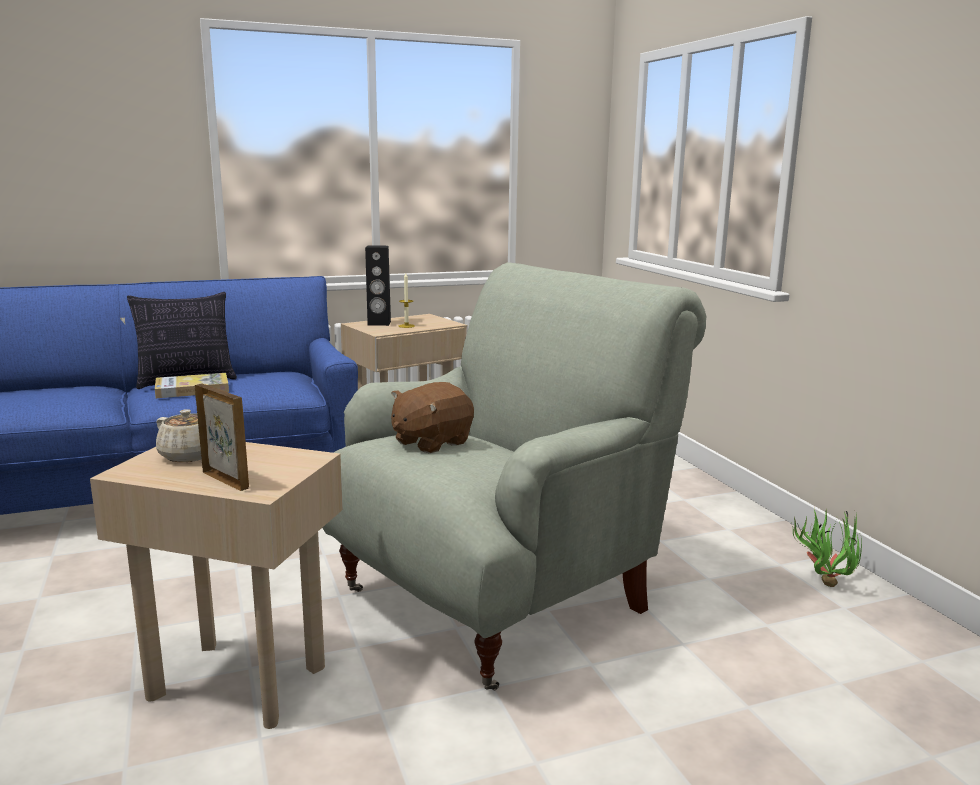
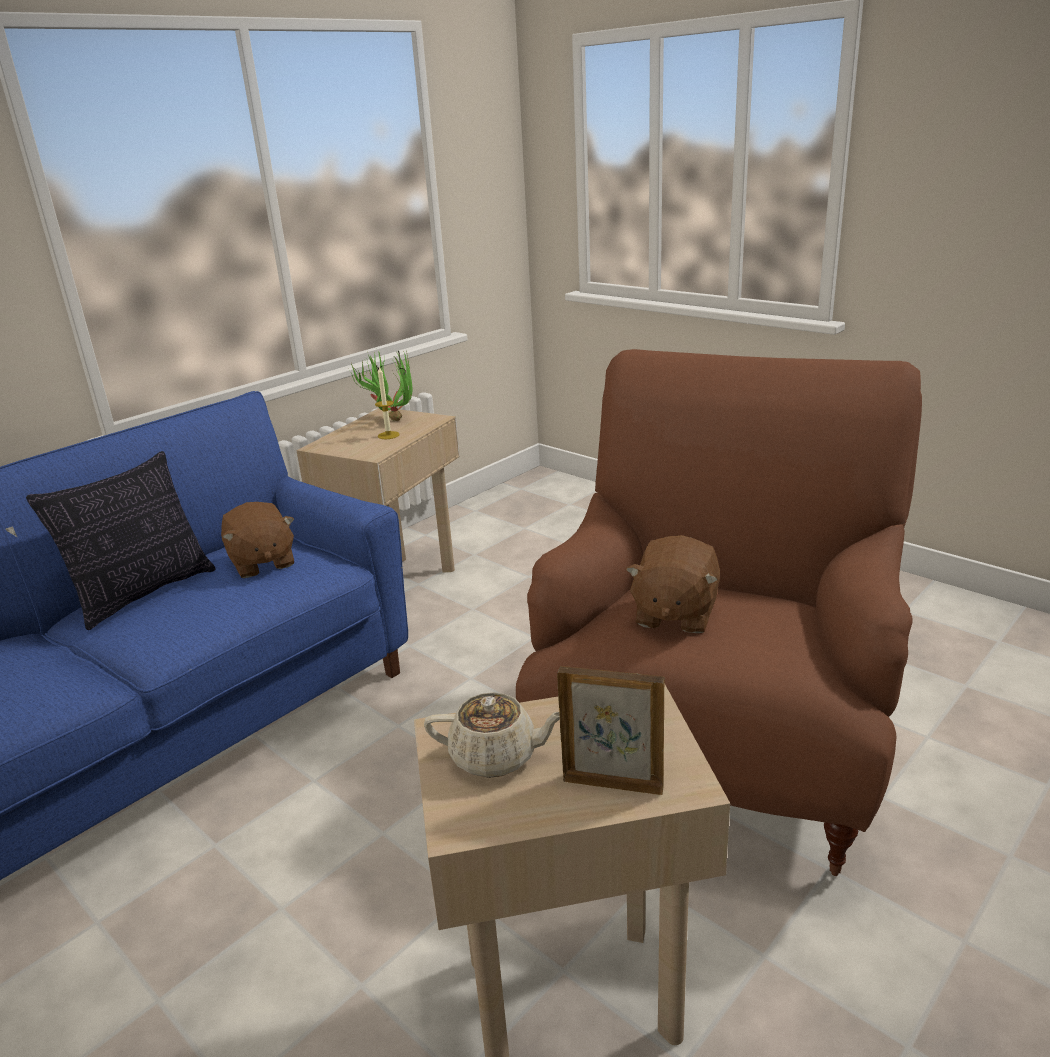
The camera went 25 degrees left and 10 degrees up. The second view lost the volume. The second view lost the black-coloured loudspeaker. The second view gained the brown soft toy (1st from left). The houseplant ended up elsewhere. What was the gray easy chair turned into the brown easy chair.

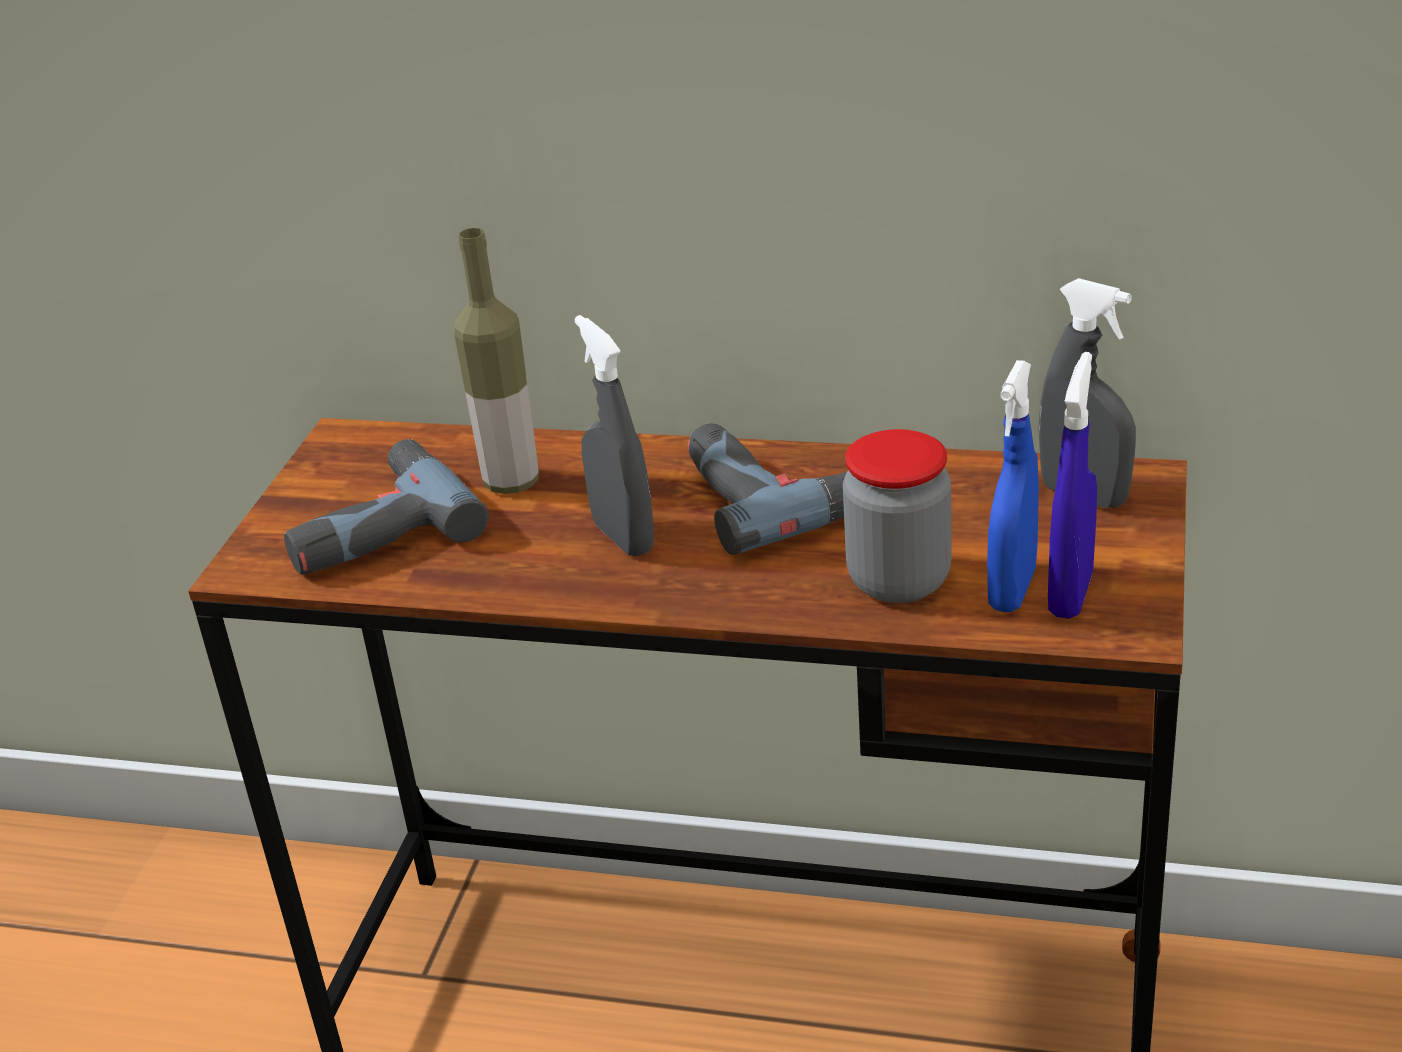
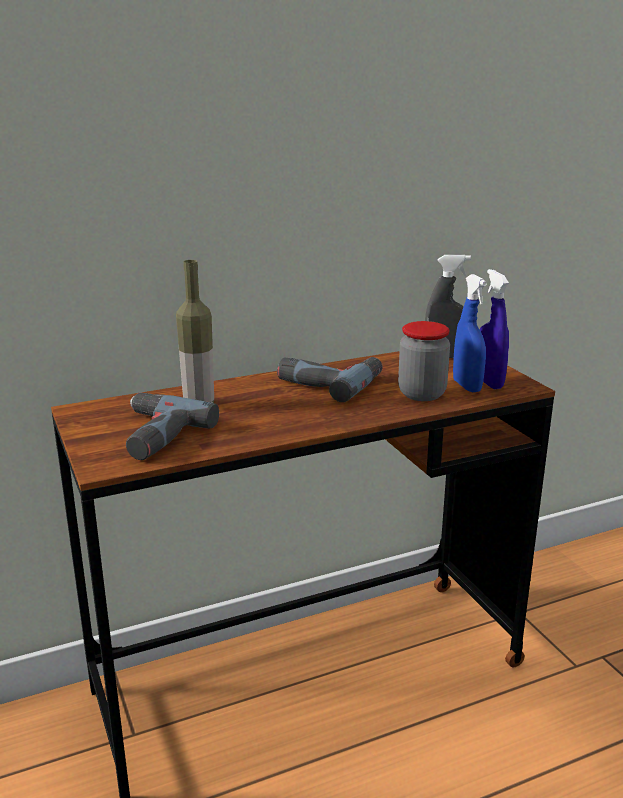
The camera went 40 degrees left and 10 degrees down. The second view lost the gray sprayer (1st from left).

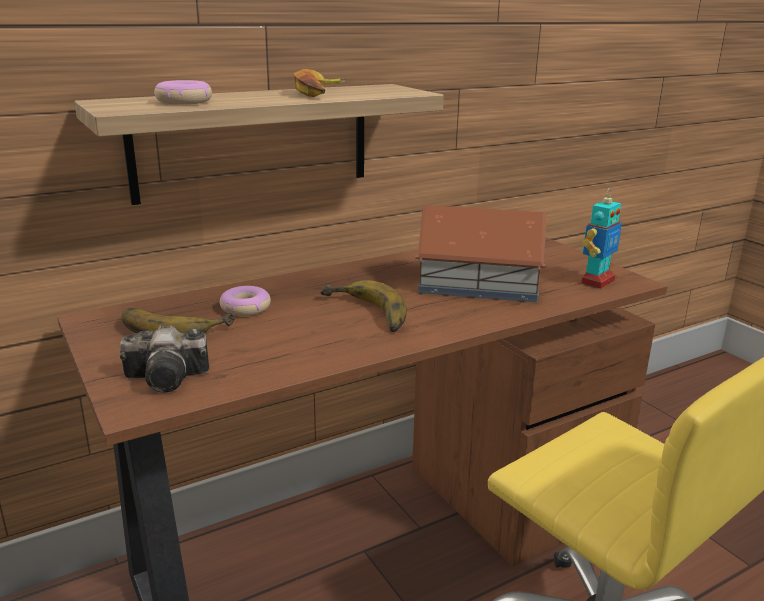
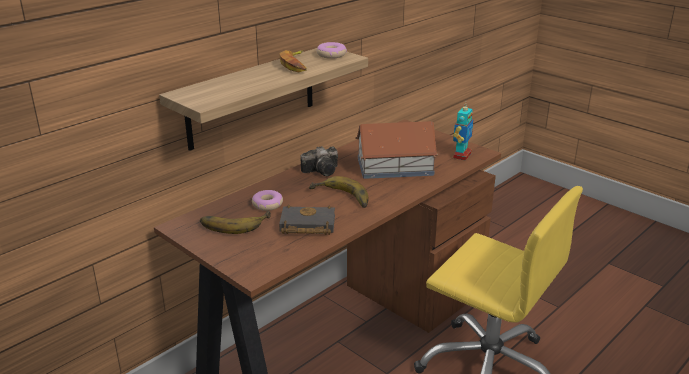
The camera went 15 degrees left and 5 degrees up. The second view gained the black-coloured volume. The photo camera ended up elsewhere. The doughnut (1st from left in the first image) ended up elsewhere.

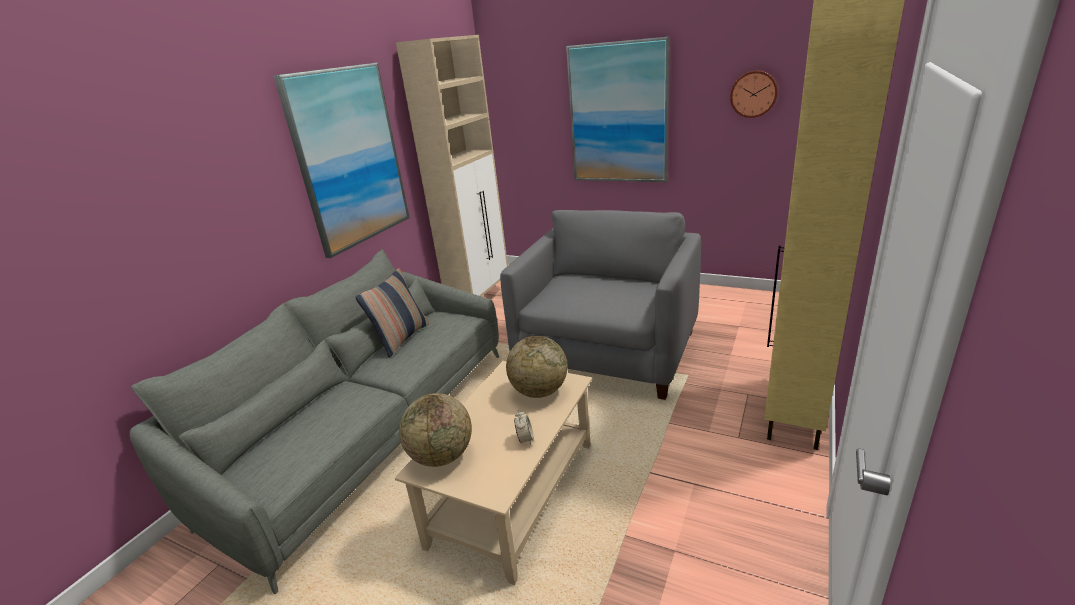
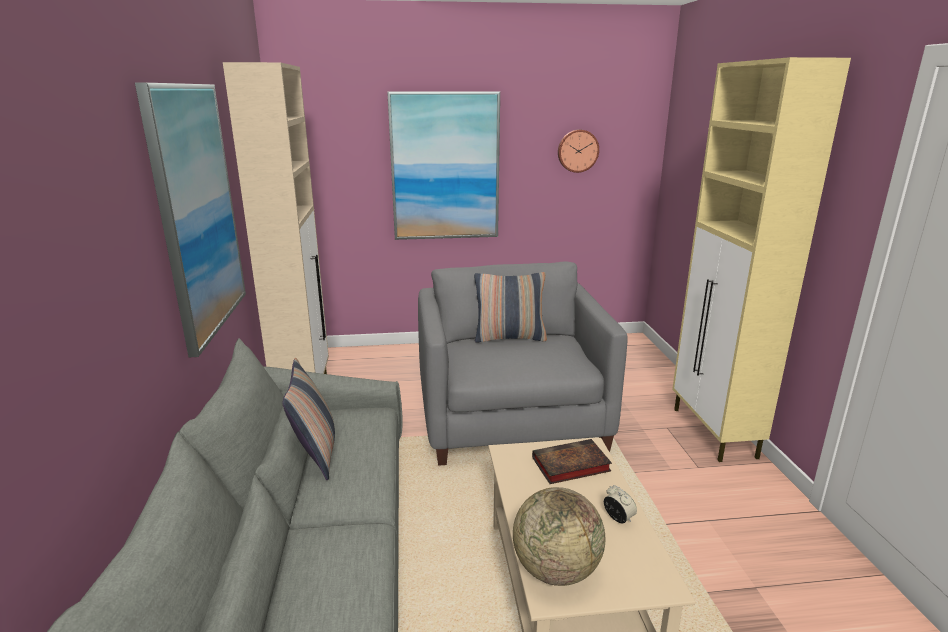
The camera went 35 degrees left and 5 degrees down. The second view gained the throw pillow (2nd from left). Where the world globe (2nd from left) stood, the volume came to stand.

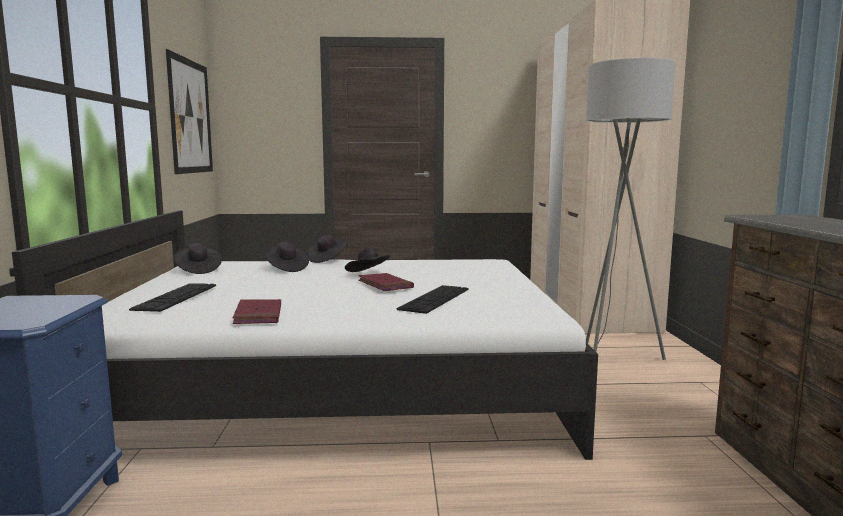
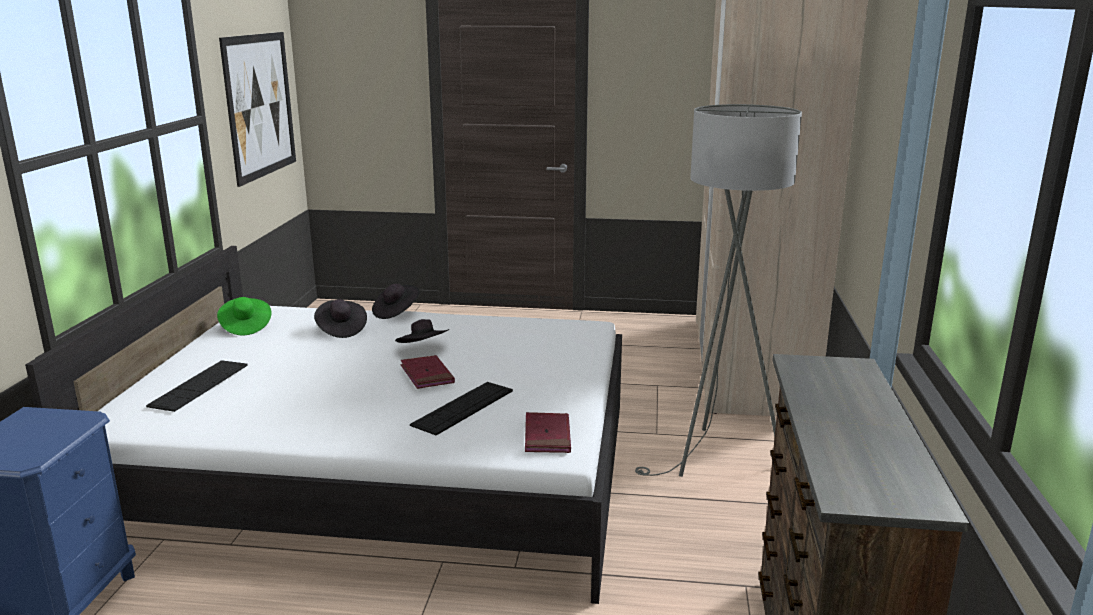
The camera went 10 degrees right and 10 degrees up. The red volume (1st from left in the first image) ended up elsewhere. What was the black-coloured wearable hat (1st from left) turned into the greenish wearable hat.

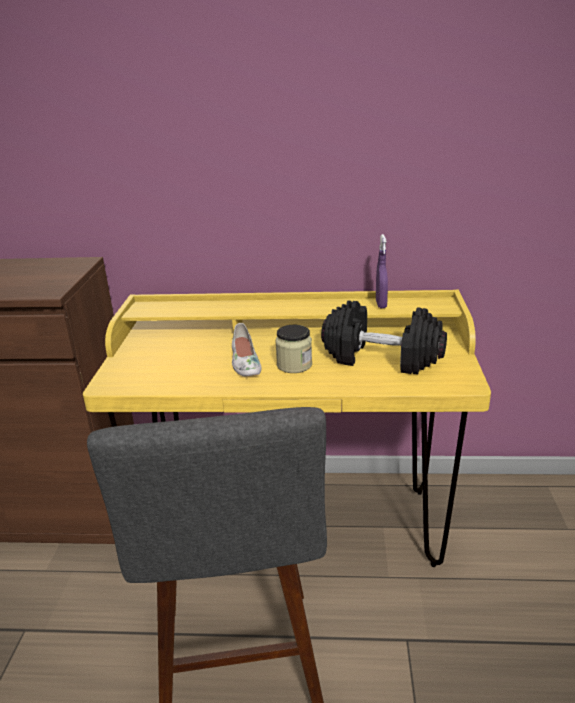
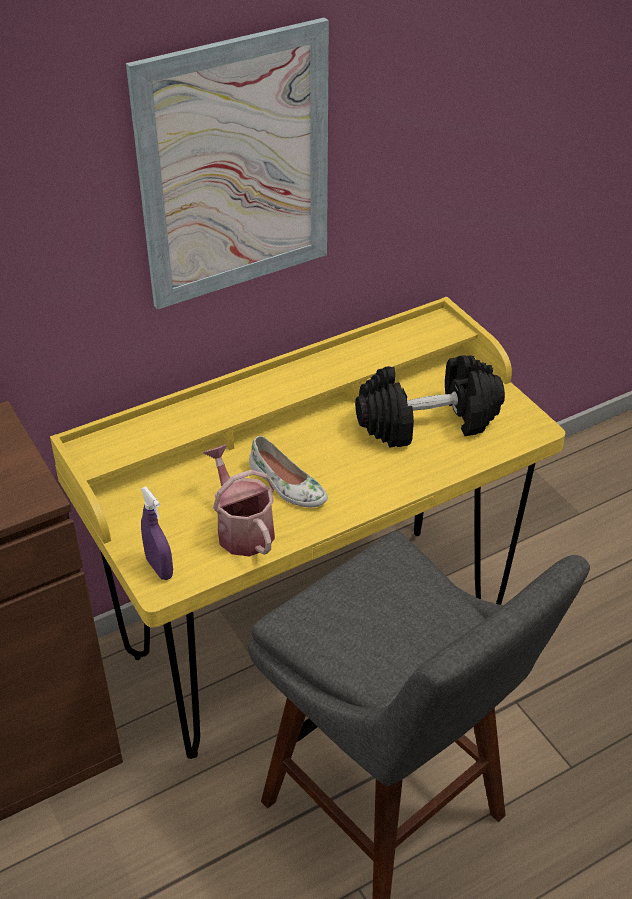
The camera went 35 degrees left and 15 degrees up. The second view lost the jar. The second view gained the wall picture. The second view gained the watering pot. The purple-coloured sprayer ended up elsewhere.

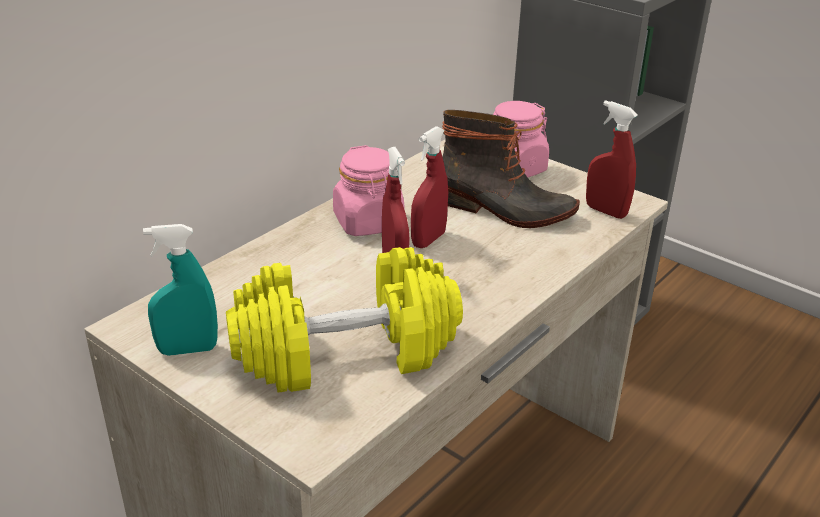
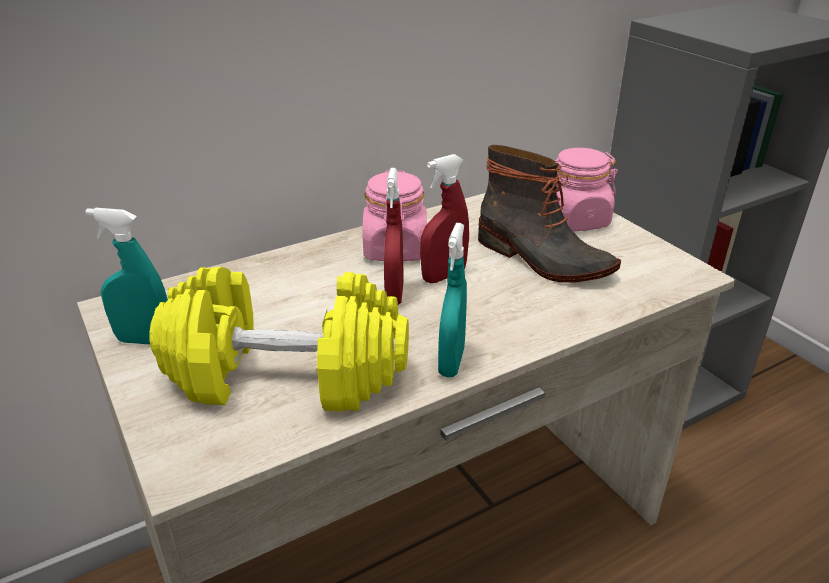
The camera went 20 degrees right and 0 degrees up. The second view lost the red sprayer (3rd from left). The second view gained the blue-green sprayer (2nd from left).

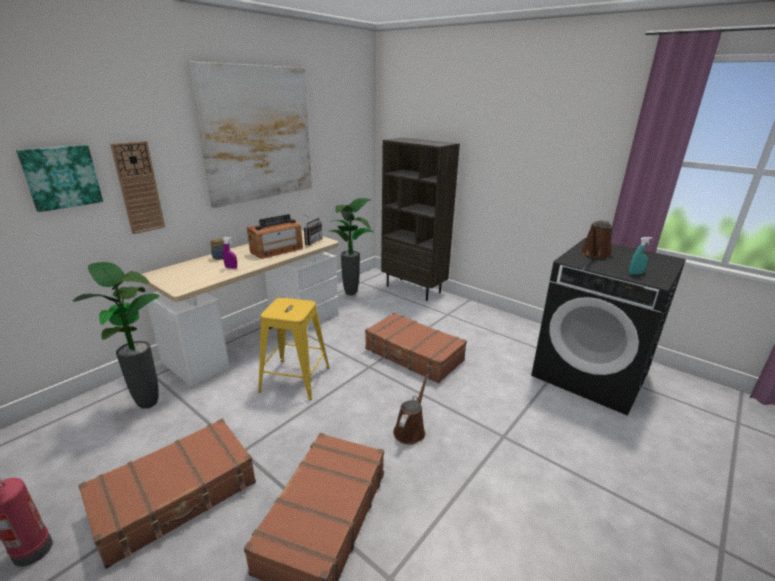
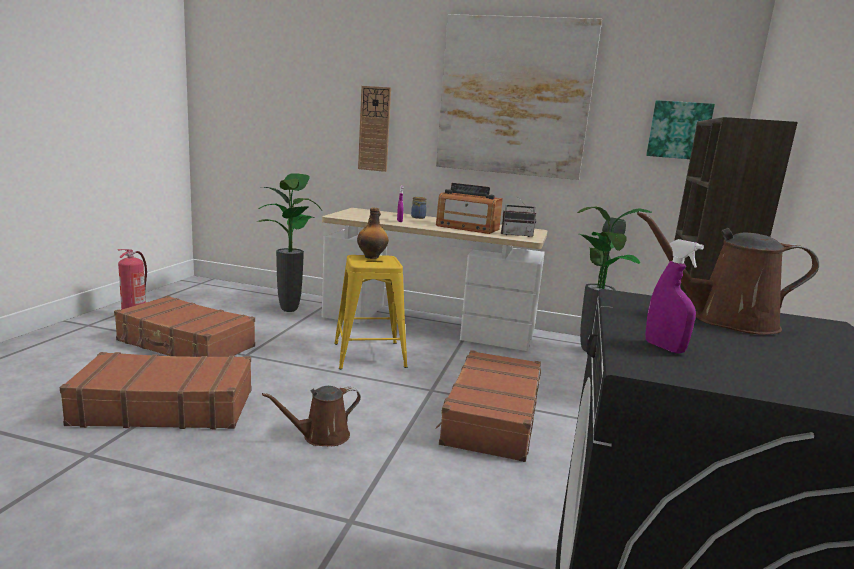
The camera went 65 degrees right and 10 degrees down. The second view gained the drink bottle. The wall picture (1st from left in the first image) ended up elsewhere. What was the blue-green sprayer turned into the purple-coloured sprayer (2nd from left). The brown watering pot (1st from left) ended up facing another way, 150 degrees clockwise from before.

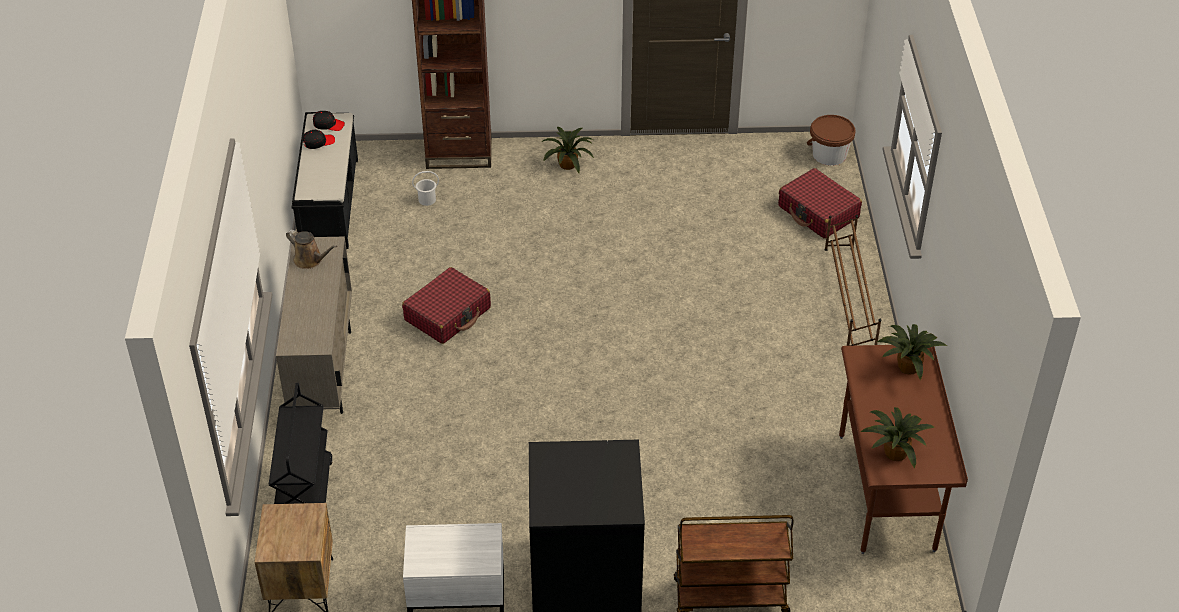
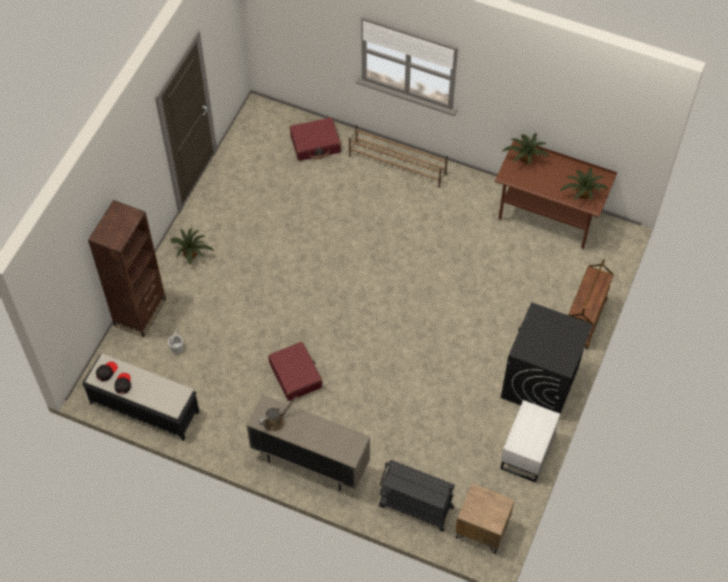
The camera went 65 degrees left and 15 degrees up. The second view lost the brown pail.

